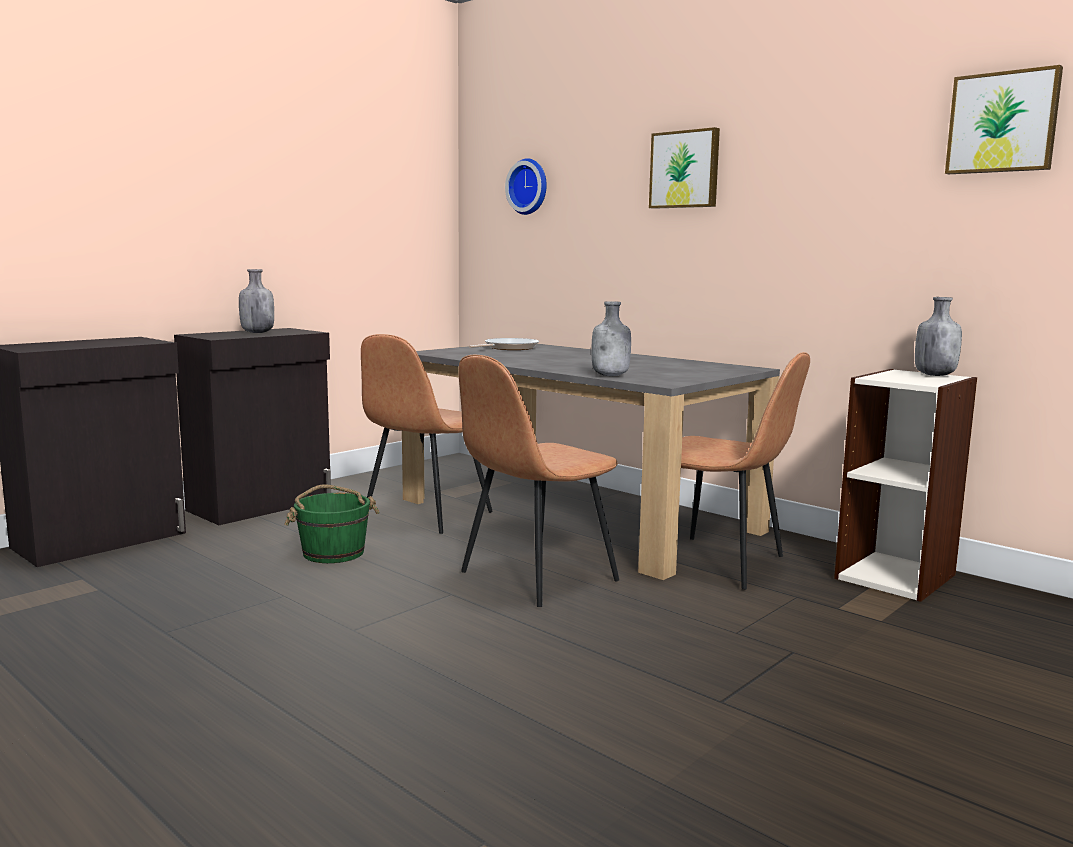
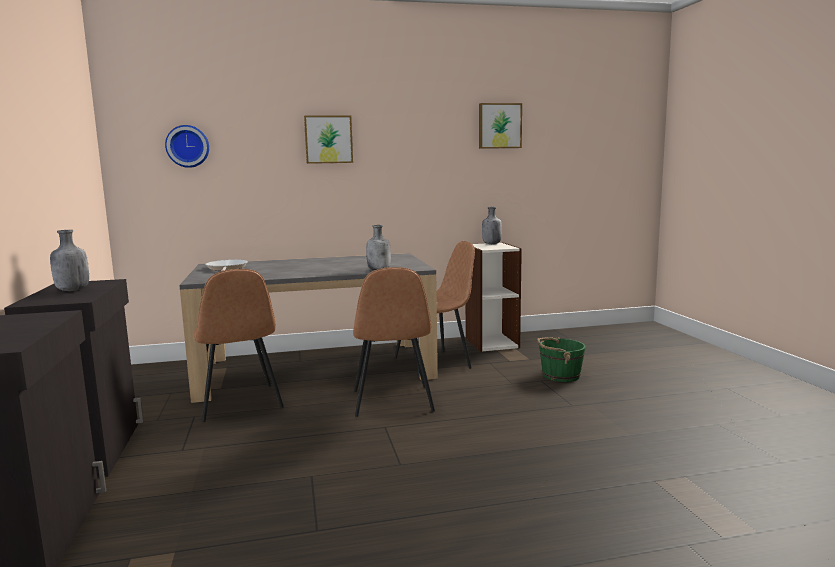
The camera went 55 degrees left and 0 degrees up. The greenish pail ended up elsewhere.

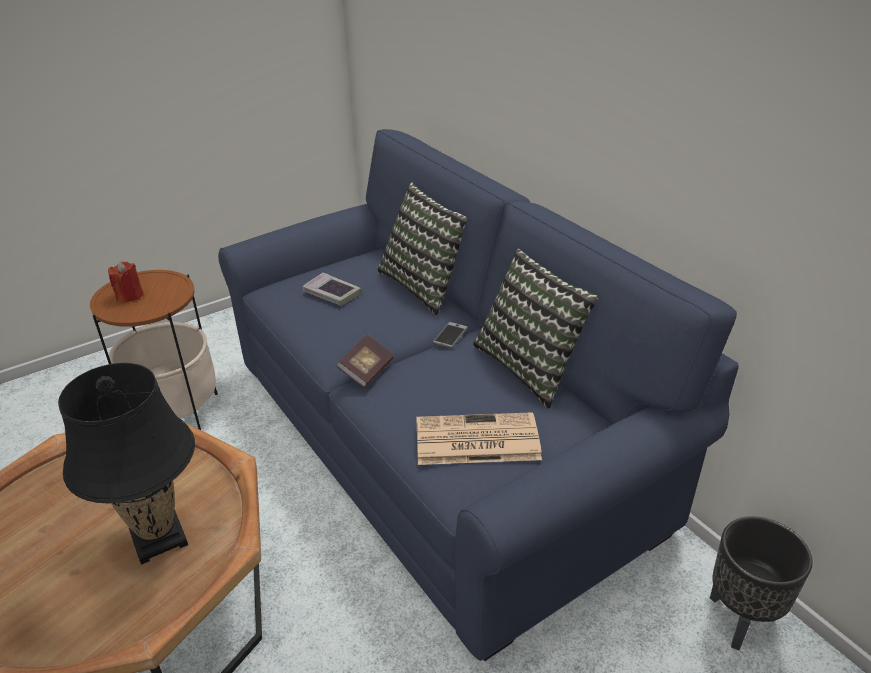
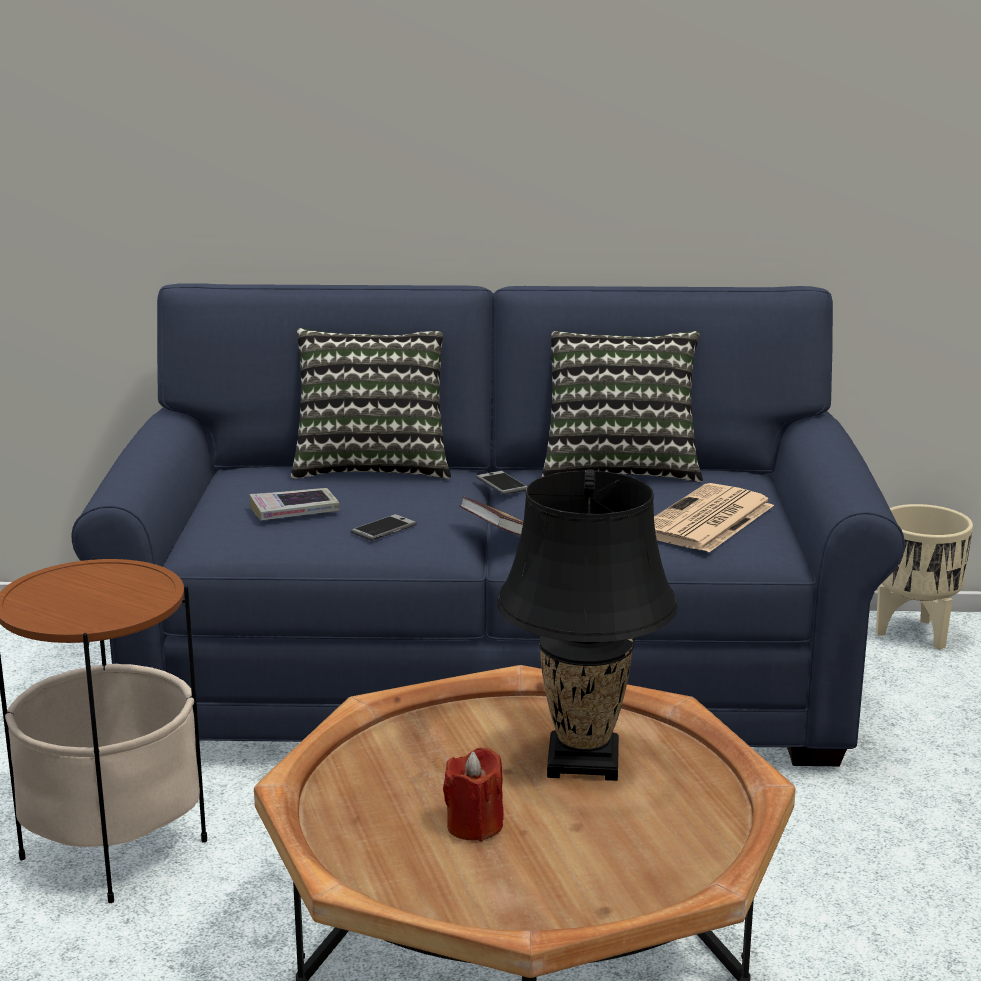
The camera went 55 degrees left and 15 degrees down. The second view gained the telephone (1st from left). The red wax candle ended up elsewhere. What was the black-coloured plant pot turned into the sand-coloured plant pot.

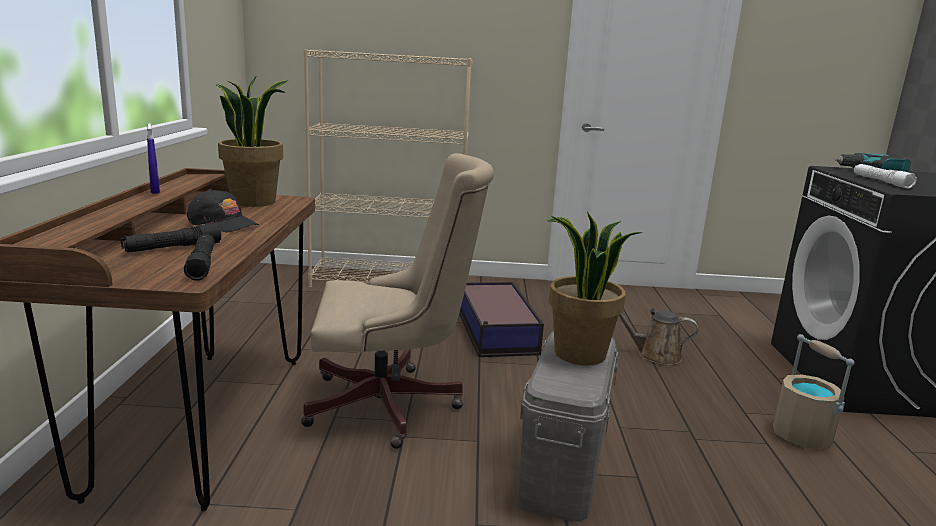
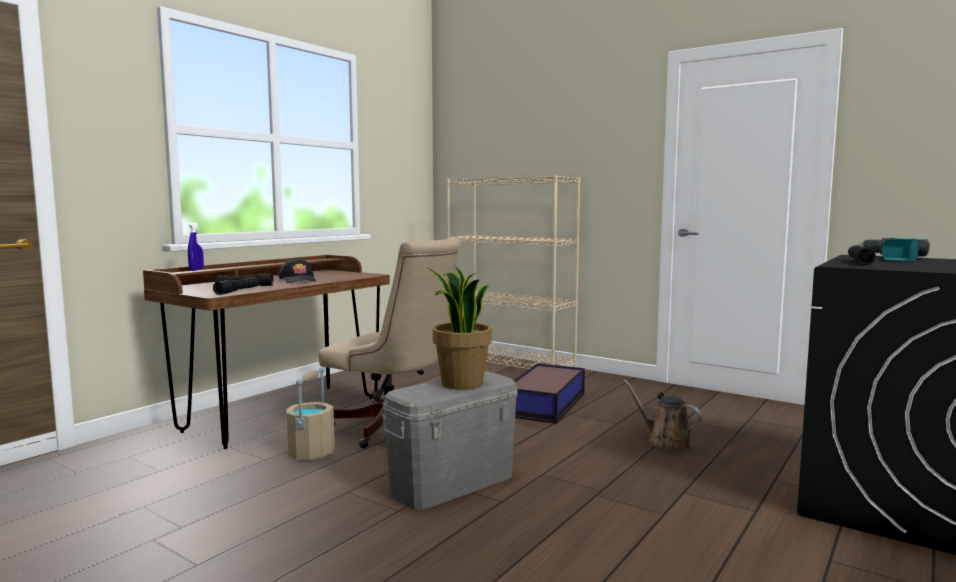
The camera went 35 degrees right and 10 degrees down. The second view lost the houseplant (1st from left). The blue-coloured sprayer ended up elsewhere. The sand-coloured pail ended up elsewhere. What was the whitish flashlight turned into the black-coloured flashlight (3rd from left).

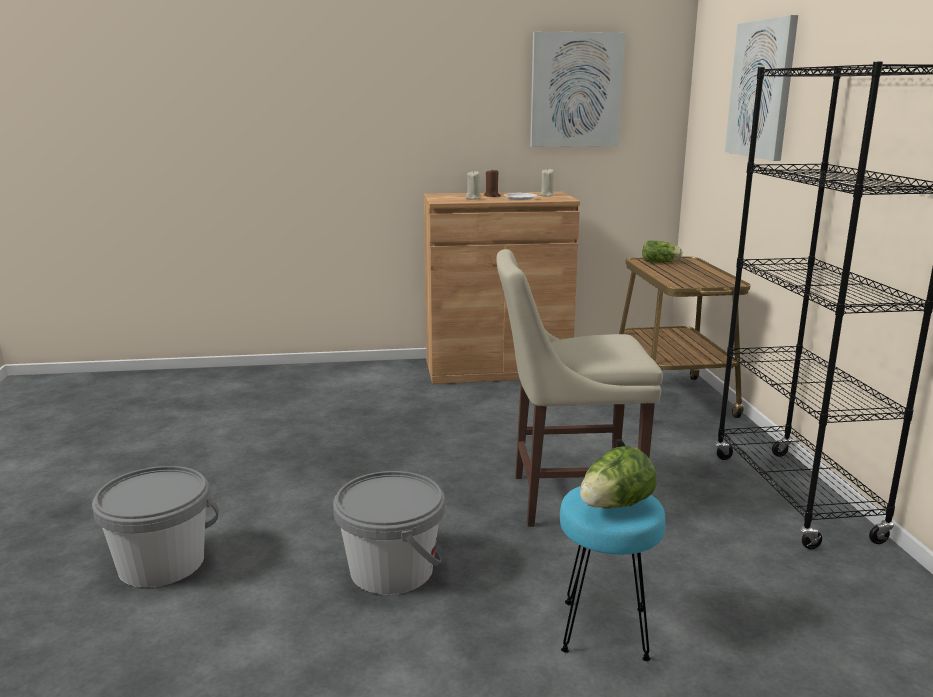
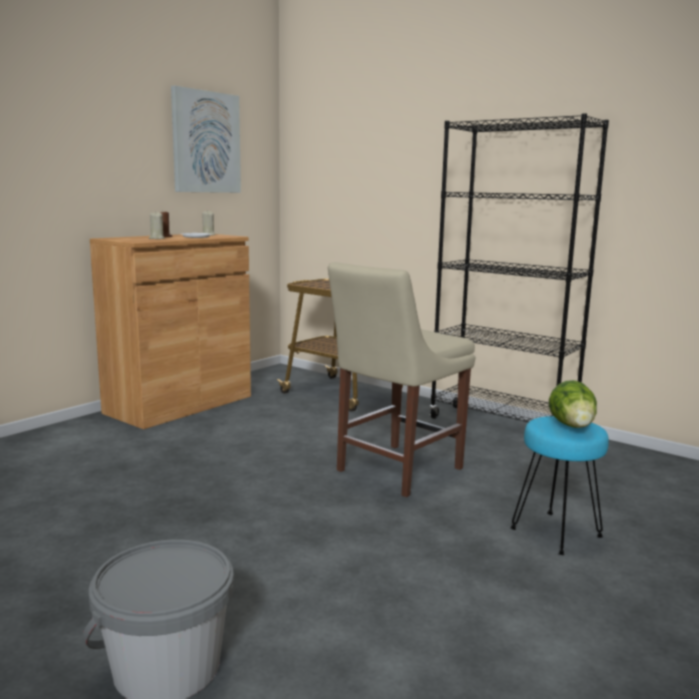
The camera went 45 degrees left and 5 degrees down. The second view lost the gray pail (2nd from left). The second view lost the head of lettuce (2nd from left). The second view lost the wall picture (2nd from left).

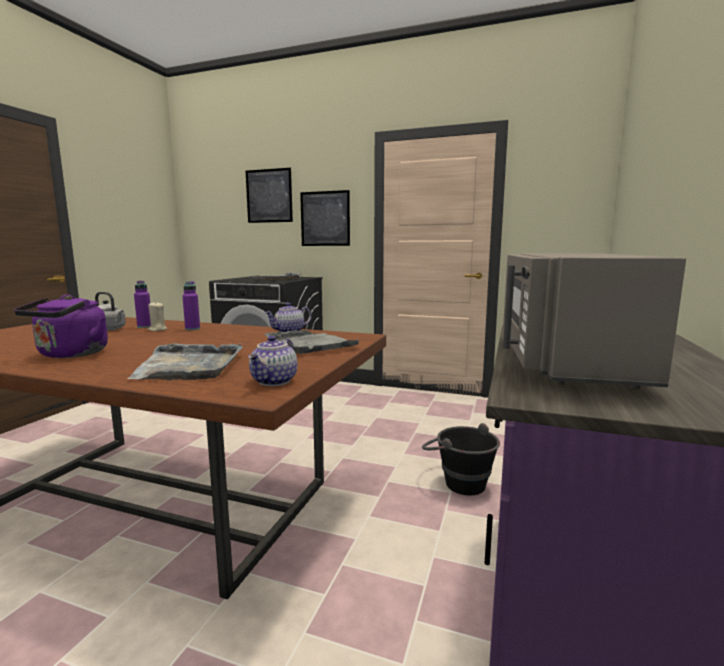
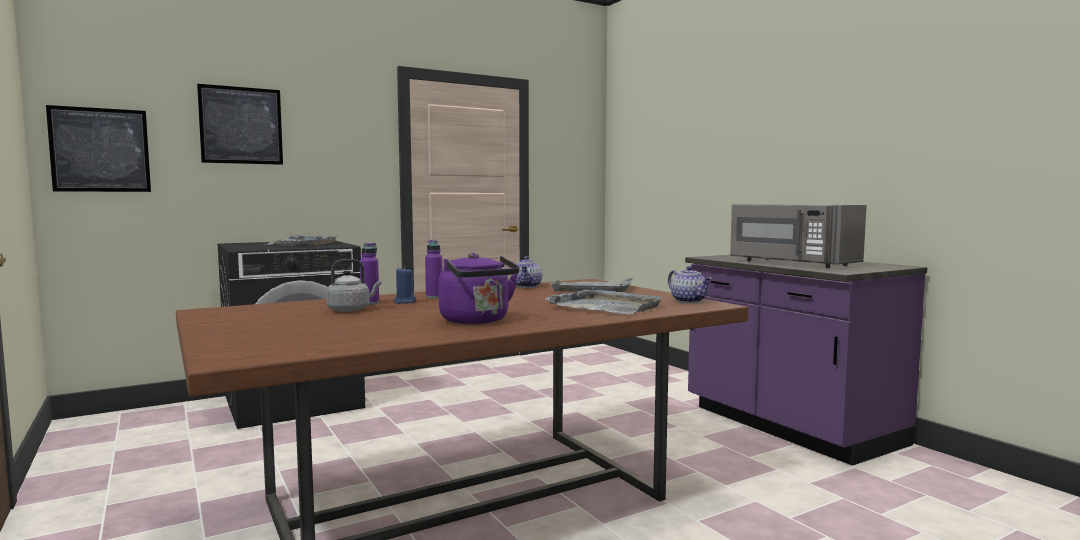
The camera went 50 degrees left and 5 degrees down. The second view lost the black-coloured pail. The wall picture (2nd from left in the first image) ended up elsewhere. What was the sand-coloured wax candle turned into the blue-coloured wax candle.

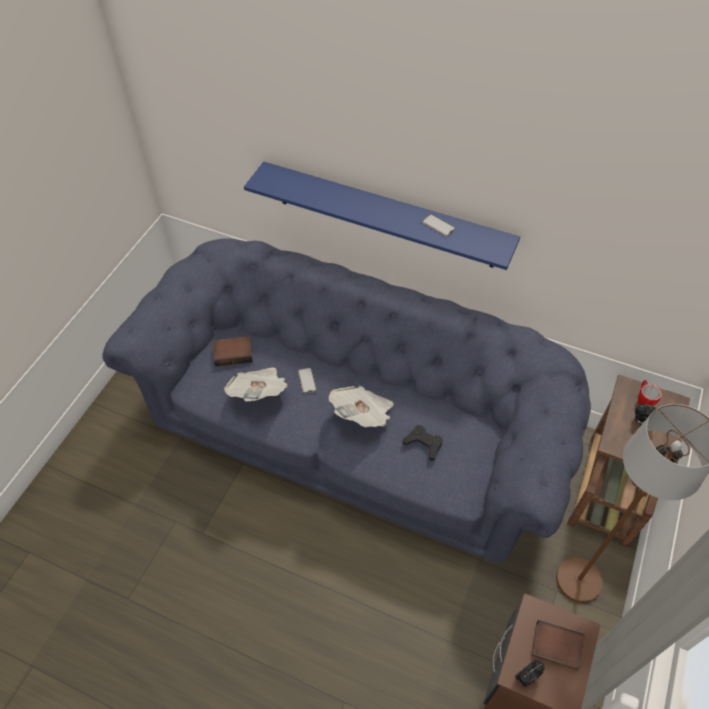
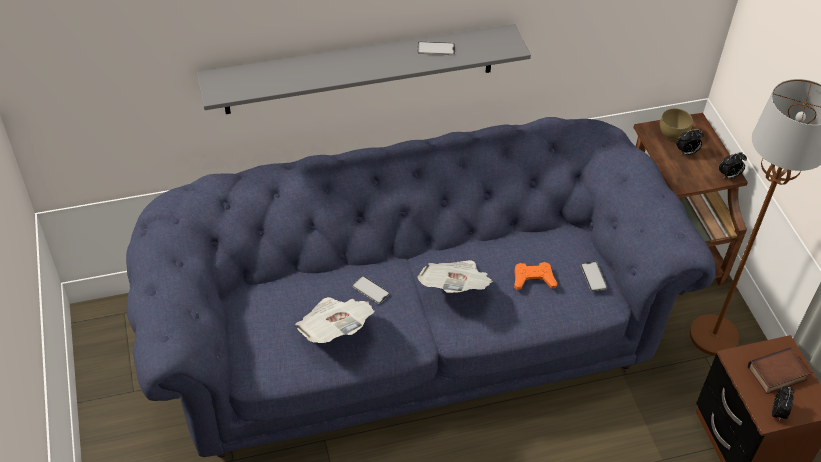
The camera went 40 degrees left and 5 degrees down. The second view lost the volume (1st from left). The second view gained the telephone (3rd from left). Where the mug stood, the brown bowl came to stand. What was the blue-coloured shelf turned into the gray shelf. What was the black-coloured joypad turned into the orange joypad.

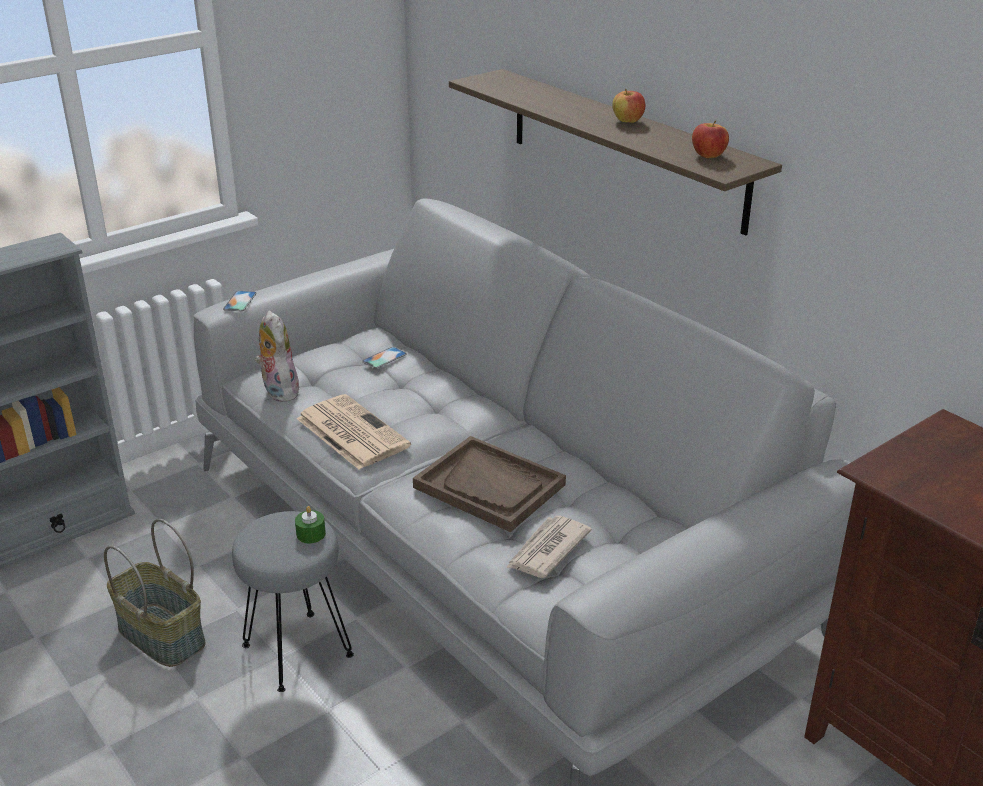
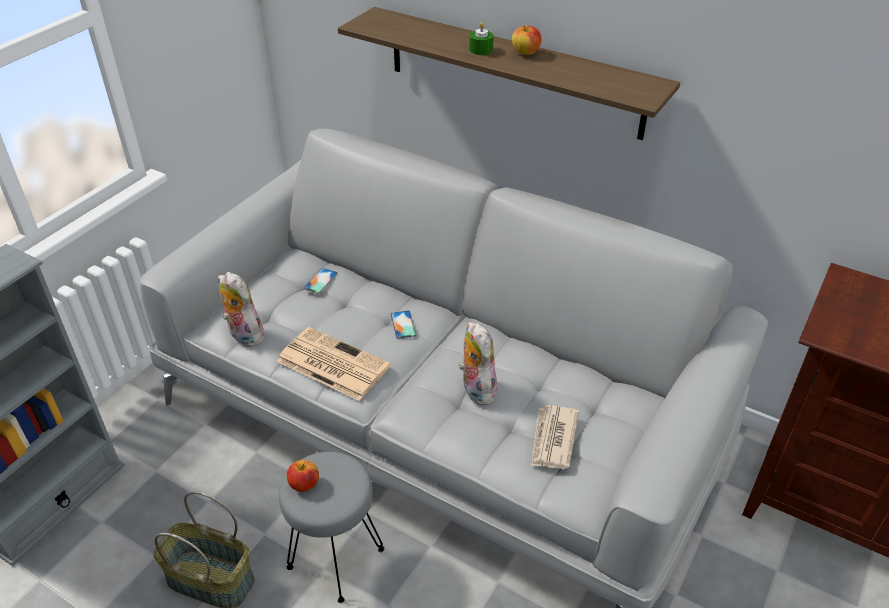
The camera went 20 degrees left and 10 degrees up. The telephone (1st from left in the first image) ended up elsewhere. The greenish wax candle ended up elsewhere. The whole apple (2nd from left in the first image) ended up elsewhere. Where the brown serving tray stood, the soft toy (2nd from left) came to stand.

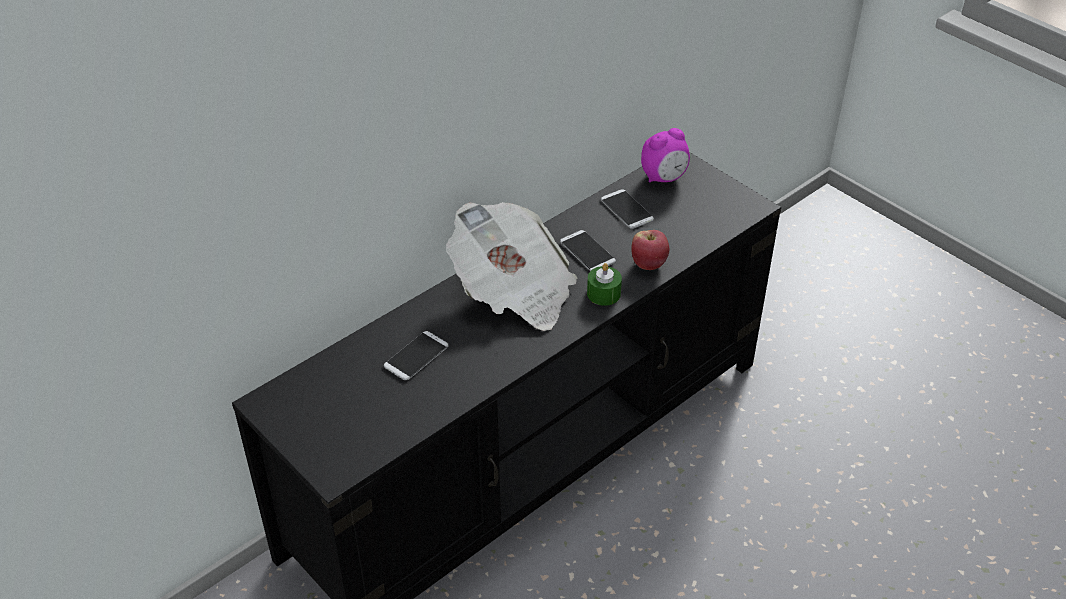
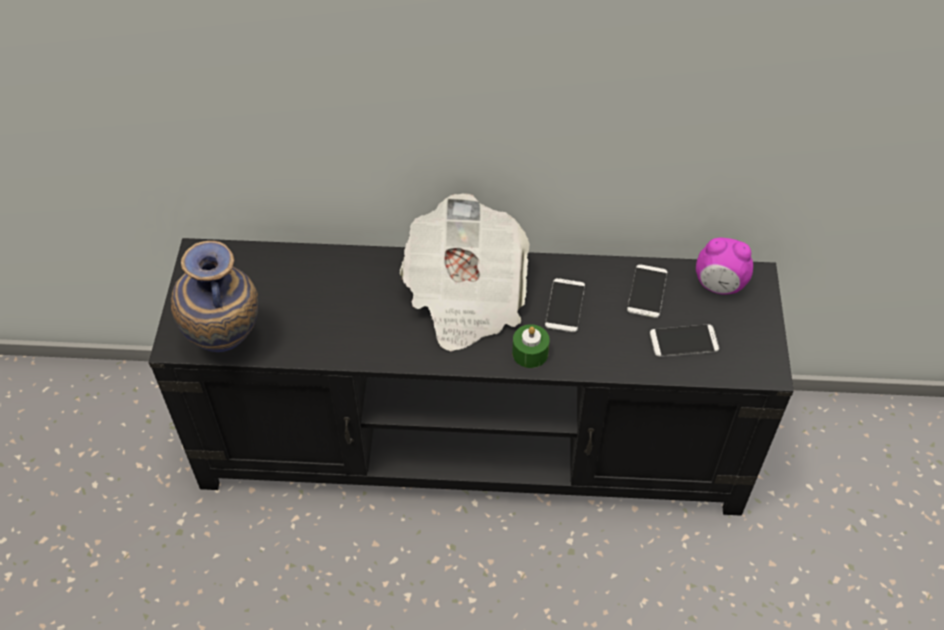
The camera went 45 degrees right and 10 degrees up. The second view lost the whole apple. The second view gained the vase. The telephone (1st from left in the first image) ended up elsewhere.

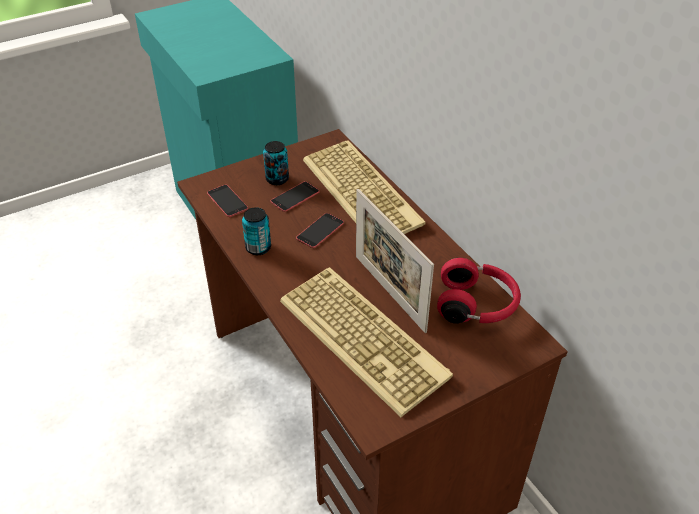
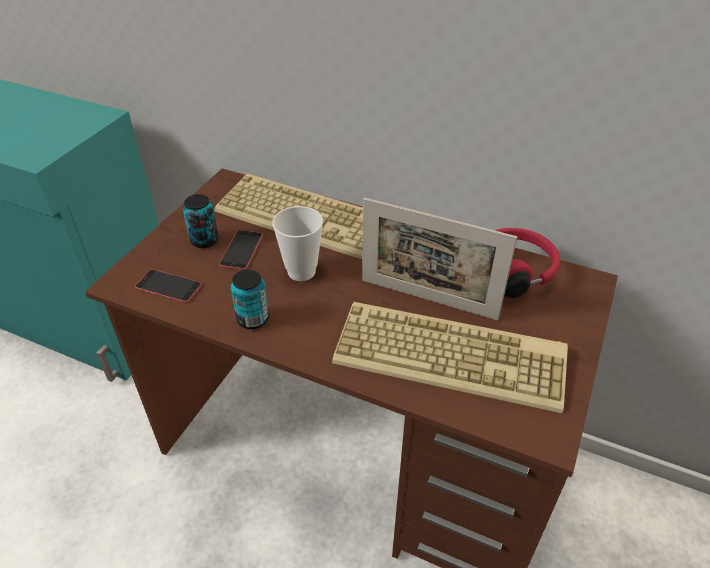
The camera went 35 degrees left and 0 degrees up. Where the telephone (3rd from left) stood, the drinking cup came to stand.

